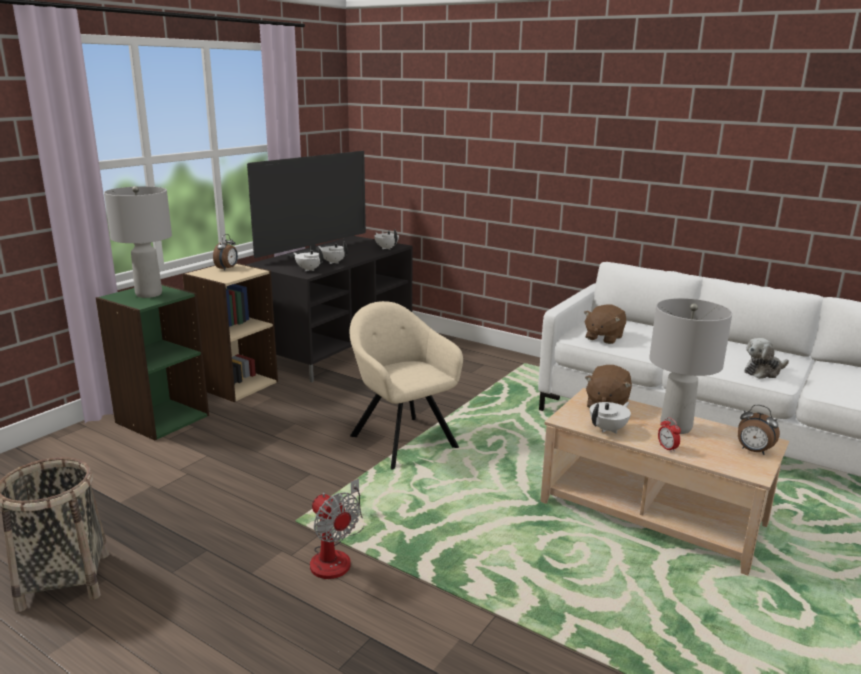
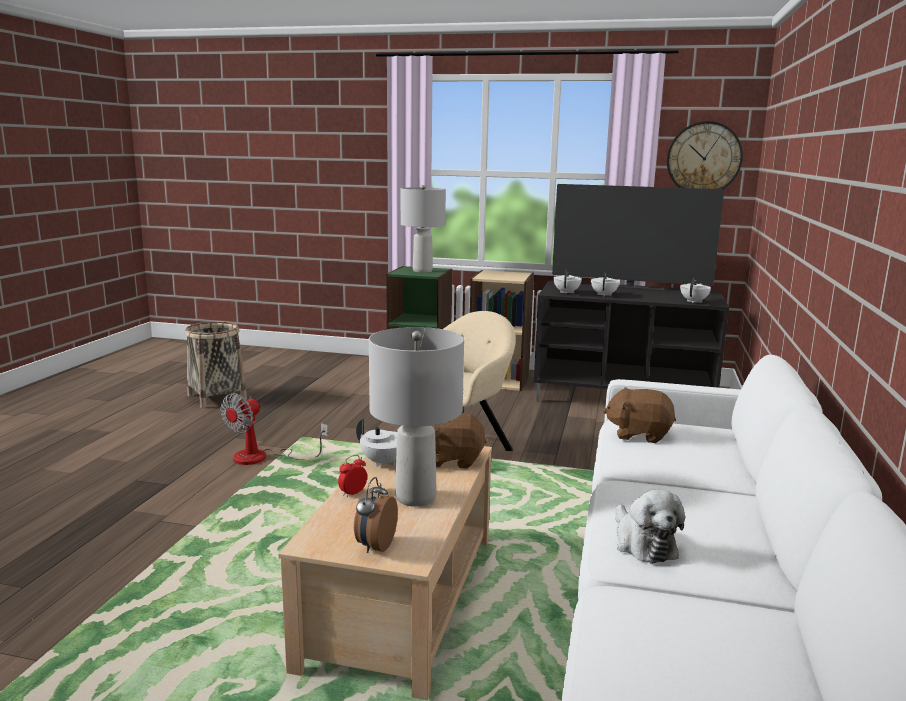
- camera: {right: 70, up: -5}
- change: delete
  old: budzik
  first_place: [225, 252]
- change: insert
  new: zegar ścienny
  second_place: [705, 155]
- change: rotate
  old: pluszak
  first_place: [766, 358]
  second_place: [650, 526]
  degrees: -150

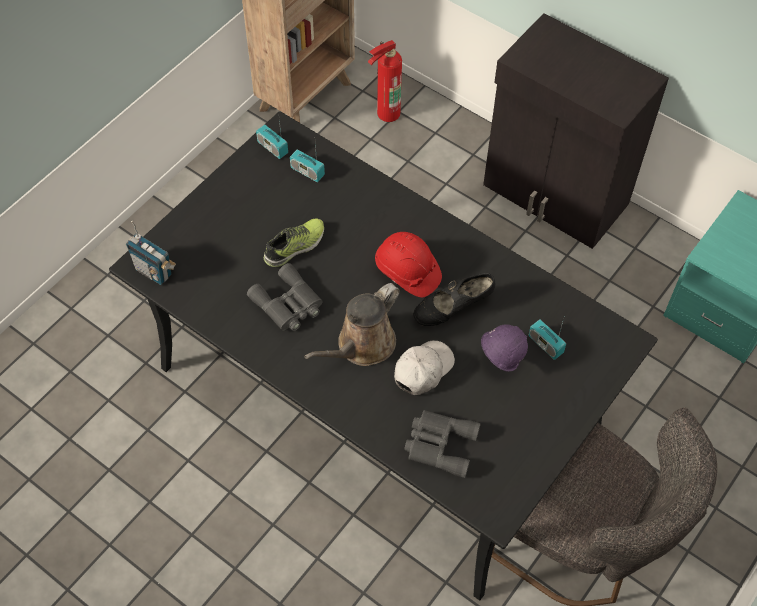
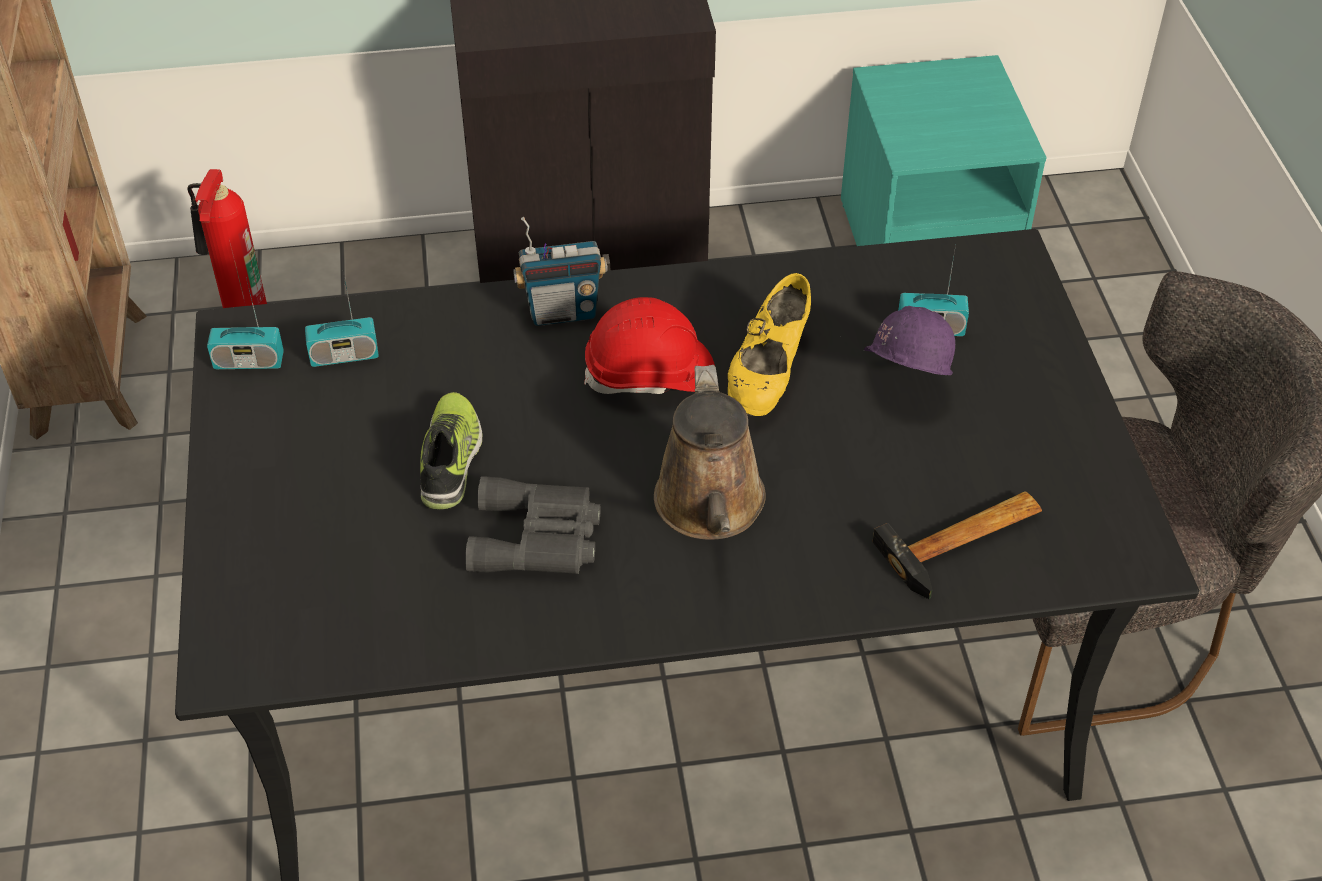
- camera: {right: -45, up: -10}
- change: delete
  old: czapka z daszkiem [biały]
  first_place: [424, 368]
- change: move
  old: radio
  first_place: [151, 253]
  second_place: [560, 271]
- change: replace
  old: lornetka [szary]
  new: młotek
  first_place: [442, 444]
  second_place: [957, 545]
- change: recolor
  old: but [czarny]
  new: but [żółty]
  first_place: [454, 299]
  second_place: [769, 344]

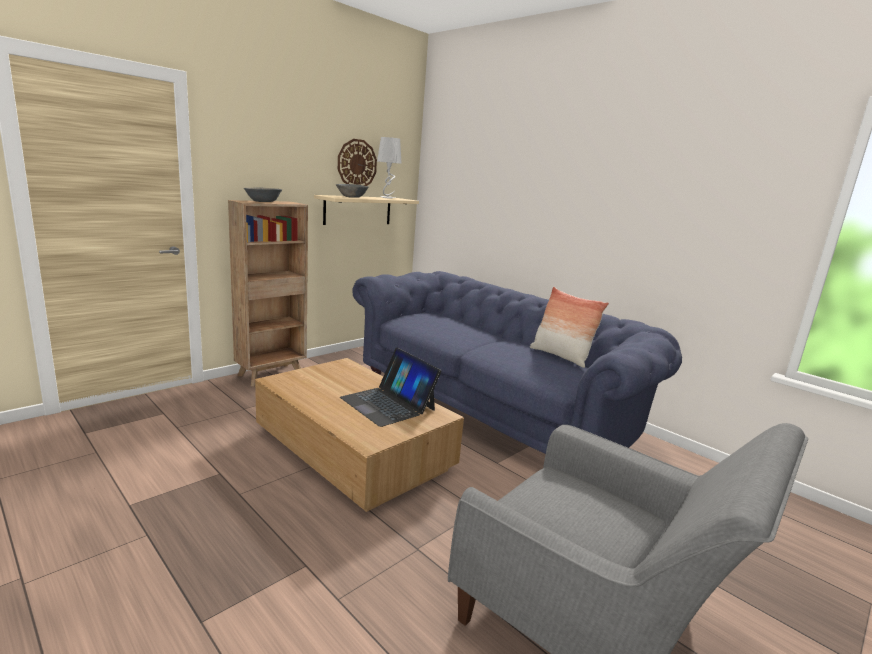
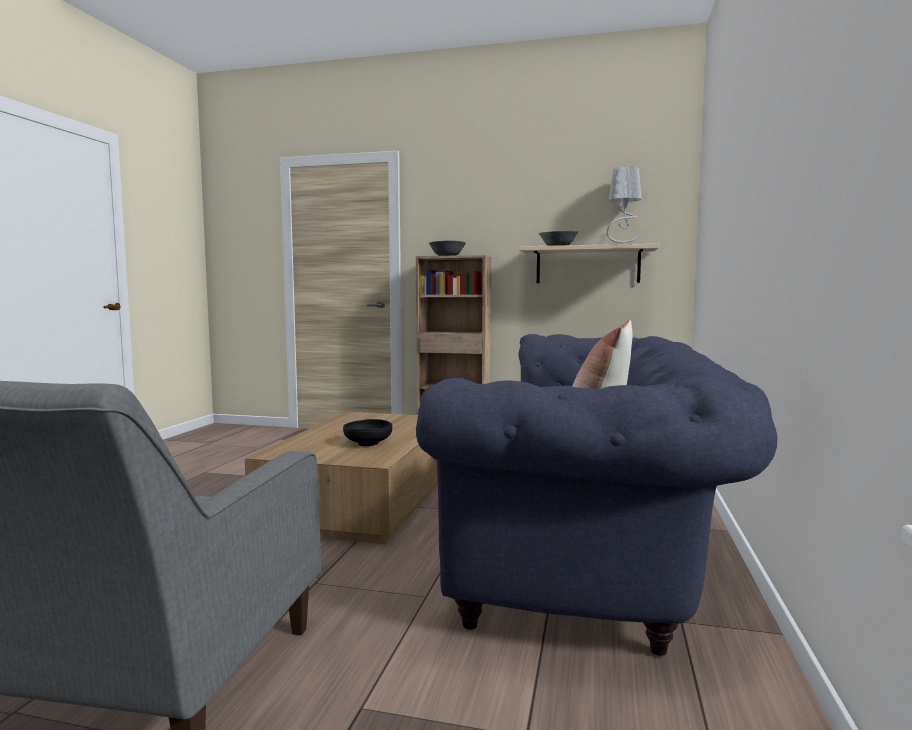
- camera: {right: 60, up: -10}
- change: delete
  old: zegar ścienny
  first_place: [357, 162]
- change: replace
  old: laptop
  new: miska [czarny]
  first_place: [391, 387]
  second_place: [367, 432]

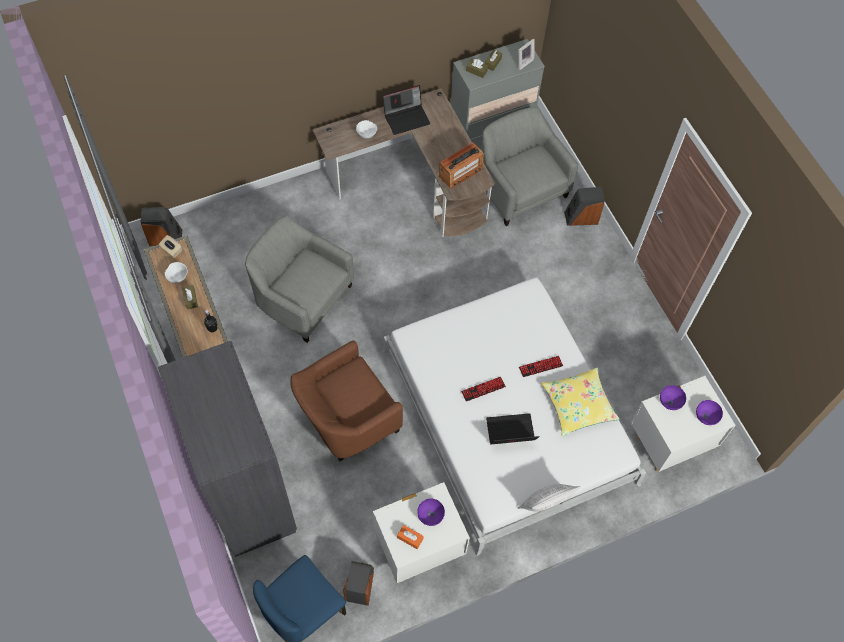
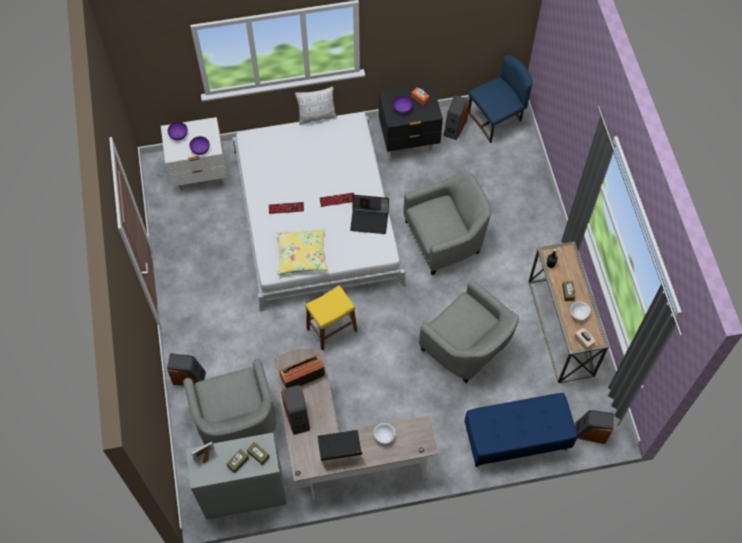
- camera: {right: -165, up: 0}
- change: delete
  old: szafa [szary]
  first_place: [227, 449]
- change: insert
  new: głośnik
  second_place: [295, 410]
- change: insert
  new: stołek [żółty]
  second_place: [331, 318]
- change: insert
  new: ławka [niebieski]
  second_place: [521, 430]
- change: move
  old: laptop
  first_place: [513, 428]
  second_place: [369, 214]
- change: move
  old: poduszka [żółty]
  first_place: [580, 402]
  second_place: [301, 252]
- change: recolor
  old: fotel [brązowy]
  new: fotel [szary]
  first_place: [346, 400]
  second_place: [447, 222]
- change: recolor
  old: szafka nocna [biały]
  new: szafka nocna [czarny]
  first_place: [421, 532]
  second_place: [411, 120]

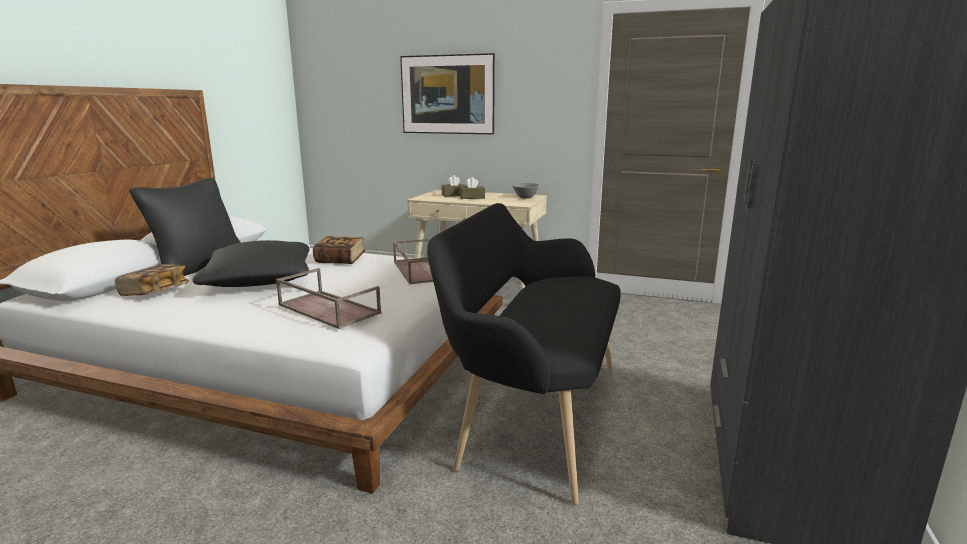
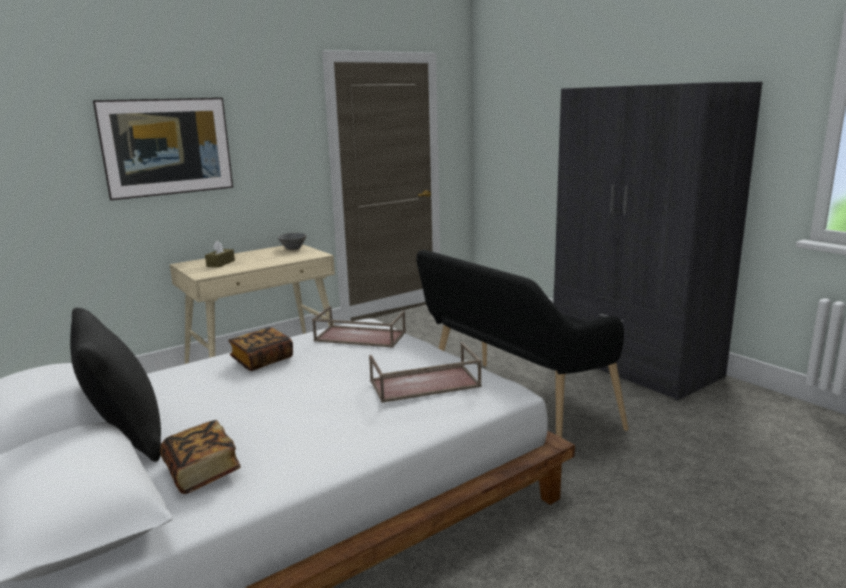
- camera: {right: -55, up: 0}
- change: delete
  old: poduszka [czarny]
  first_place: [251, 263]
- change: delete
  old: pudełko chusteczek [brązowy]
  first_place: [472, 188]

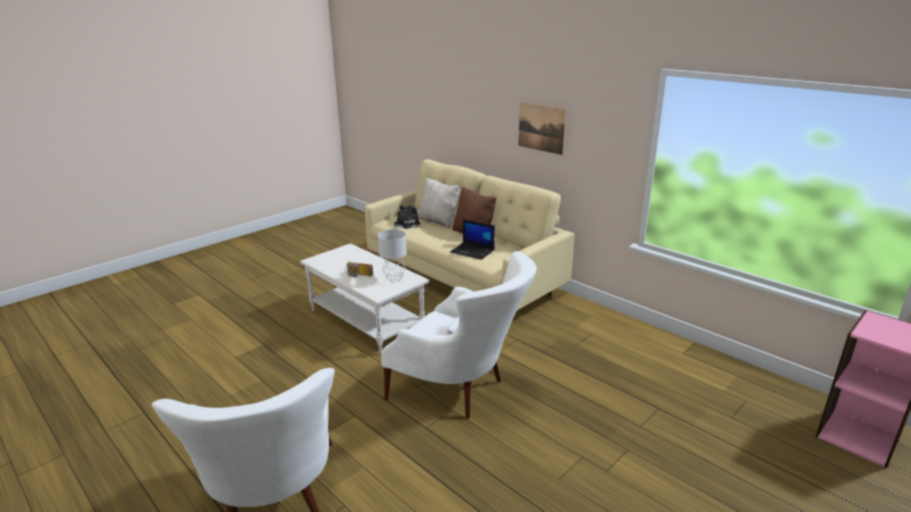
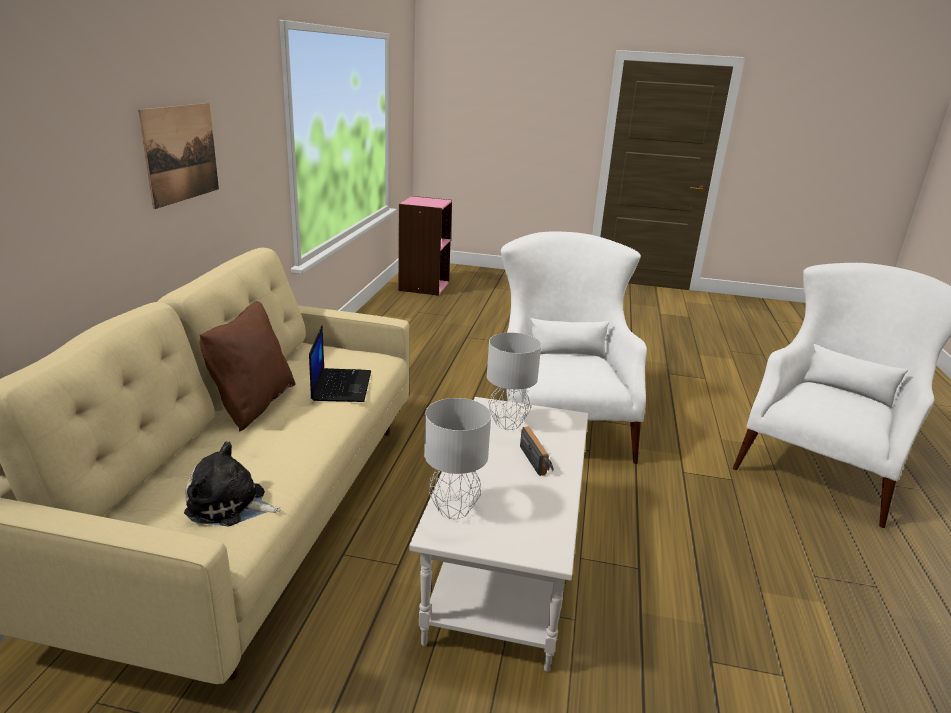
- camera: {right: -125, up: 0}
- change: delete
  old: poduszka [beżowy]
  first_place: [439, 203]
- change: insert
  new: lampa stołowa [szary]
  second_place: [457, 458]

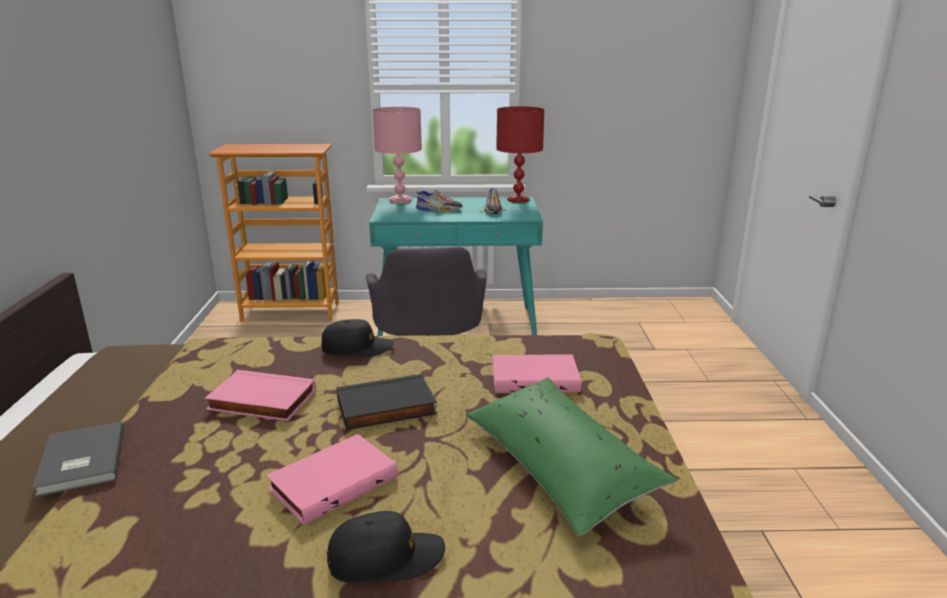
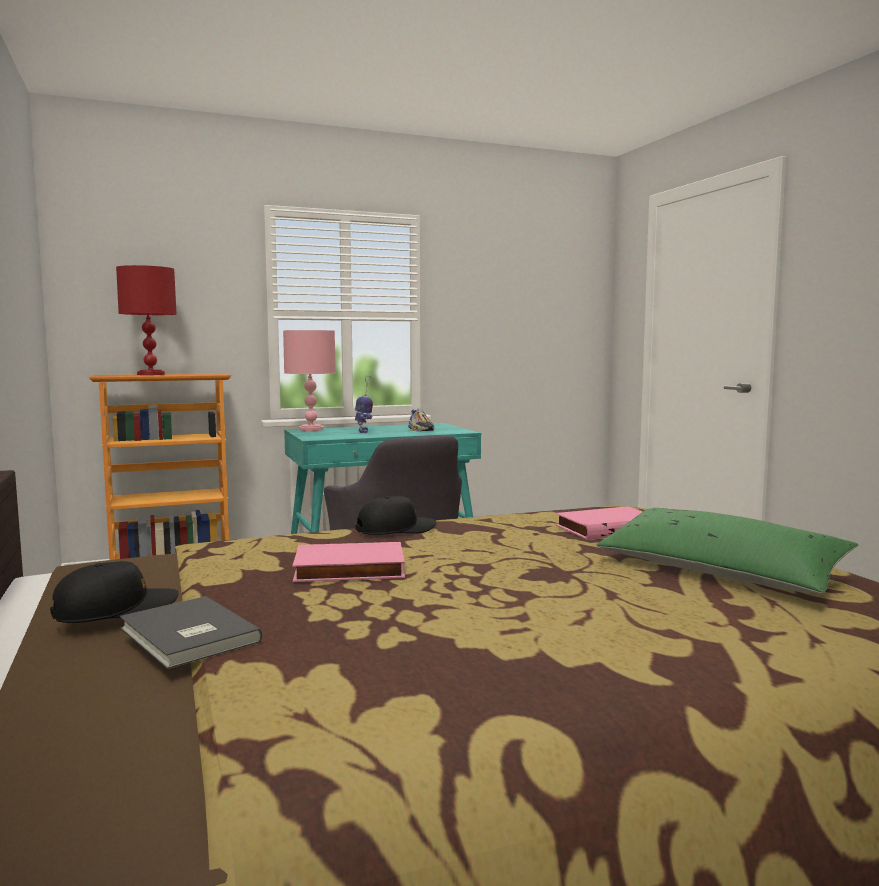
- camera: {right: -20, up: -15}
- change: delete
  old: książka [różowy]
  first_place: [332, 479]
- change: delete
  old: książka [czarny]
  first_place: [387, 402]
- change: move
  old: czapka z daszkiem [czarny]
  first_place: [386, 547]
  second_place: [114, 592]
- change: move
  old: lampa stołowa [czerwony]
  first_place: [520, 154]
  second_place: [146, 320]
- change: replace
  old: but
  new: robot zabawkowy
  first_place: [439, 201]
  second_place: [364, 404]

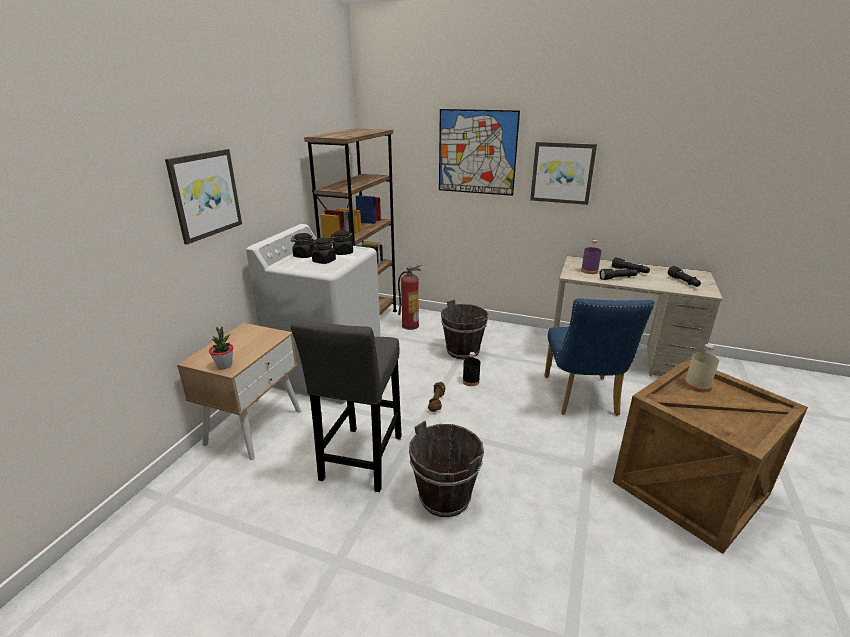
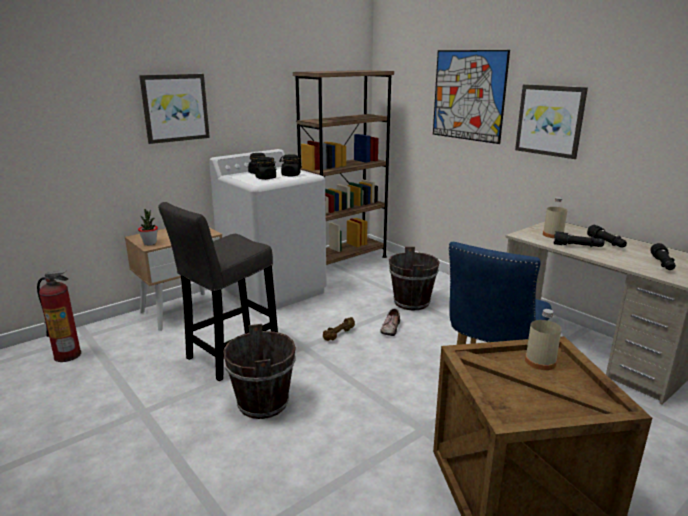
- camera: {right: 30, up: -5}
- change: move
  old: gaśnica
  first_place: [410, 297]
  second_place: [59, 316]
- change: replace
  old: butelka [czarny]
  new: but
  first_place: [471, 369]
  second_place: [390, 322]
- change: recolor
  old: butelka [fioletowy]
  new: butelka [beżowy]
  first_place: [591, 257]
  second_place: [555, 217]

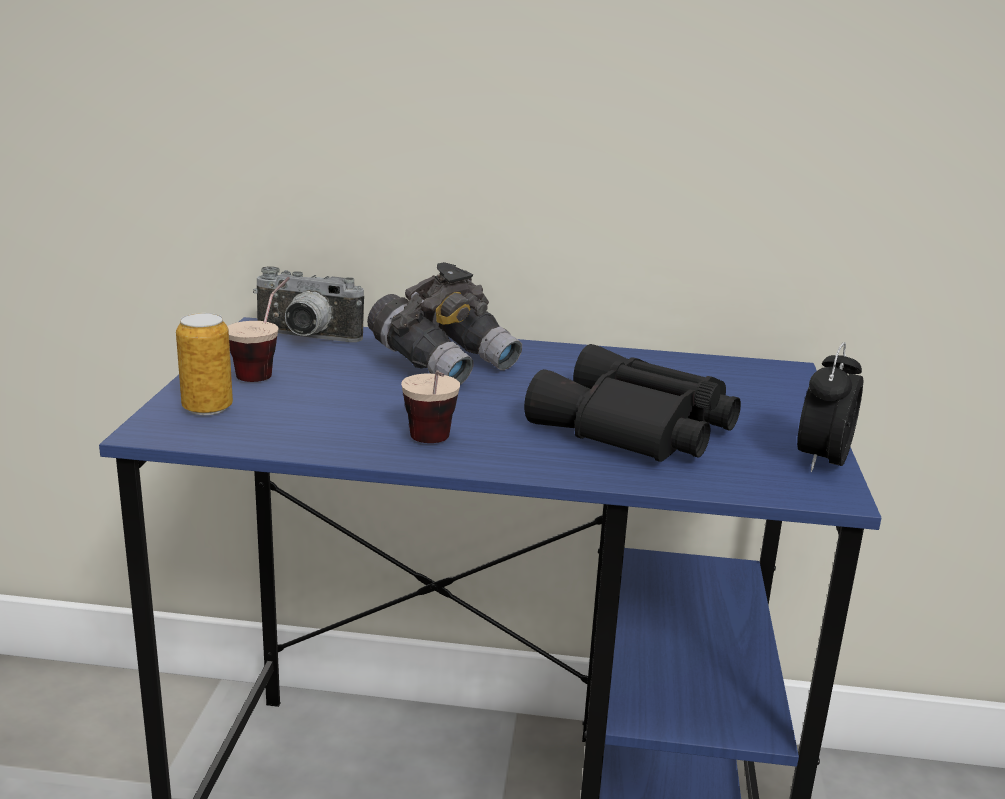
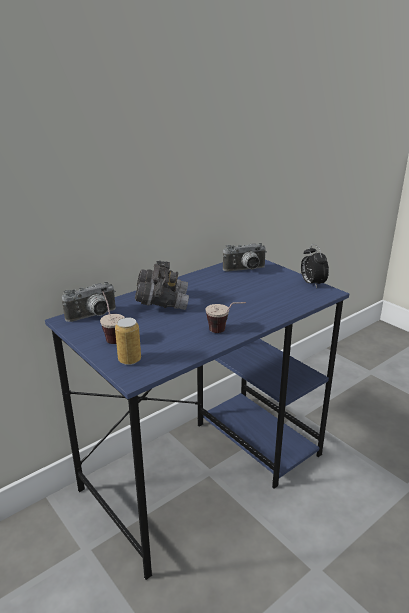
- camera: {right: -45, up: 5}
- change: delete
  old: lornetka [czarny]
  first_place: [632, 403]
- change: insert
  new: aparat fotograficzny
  second_place: [245, 257]

